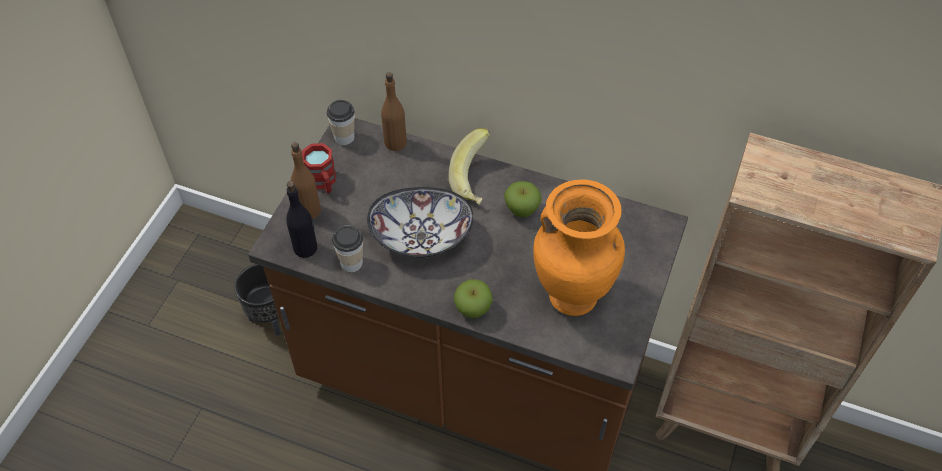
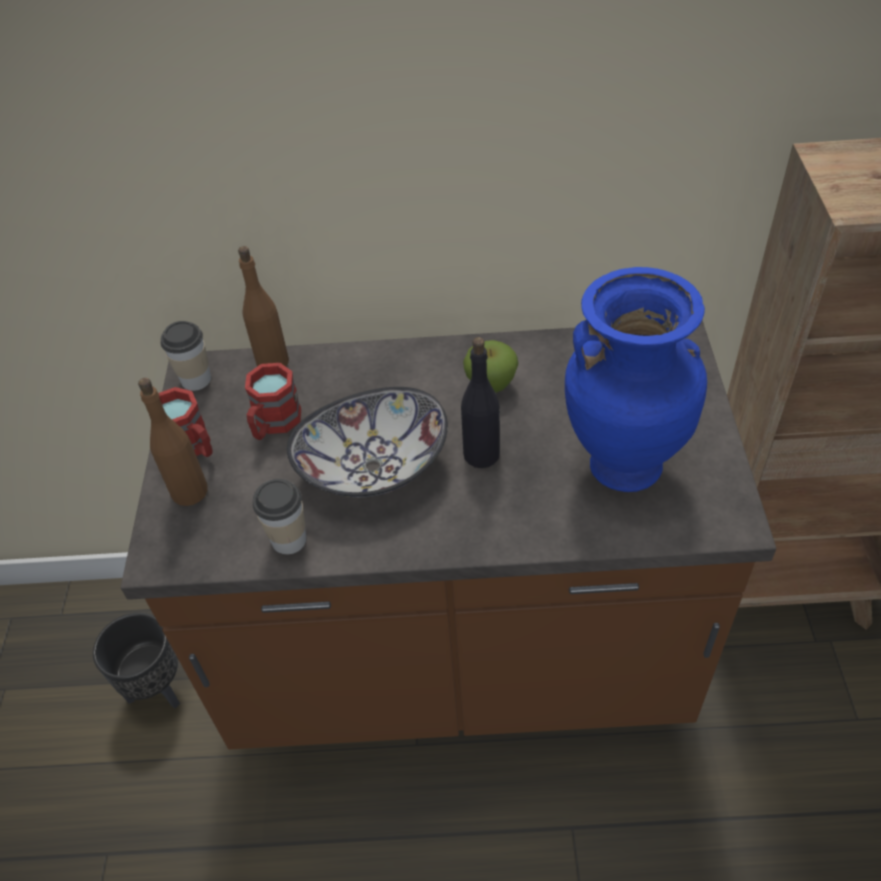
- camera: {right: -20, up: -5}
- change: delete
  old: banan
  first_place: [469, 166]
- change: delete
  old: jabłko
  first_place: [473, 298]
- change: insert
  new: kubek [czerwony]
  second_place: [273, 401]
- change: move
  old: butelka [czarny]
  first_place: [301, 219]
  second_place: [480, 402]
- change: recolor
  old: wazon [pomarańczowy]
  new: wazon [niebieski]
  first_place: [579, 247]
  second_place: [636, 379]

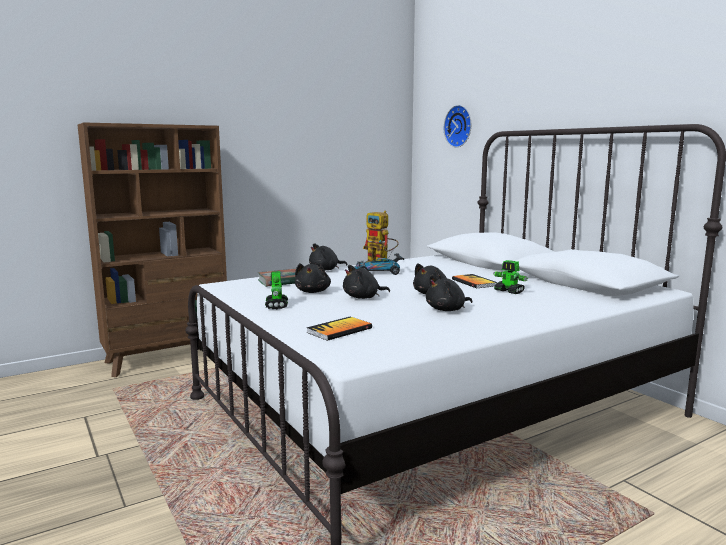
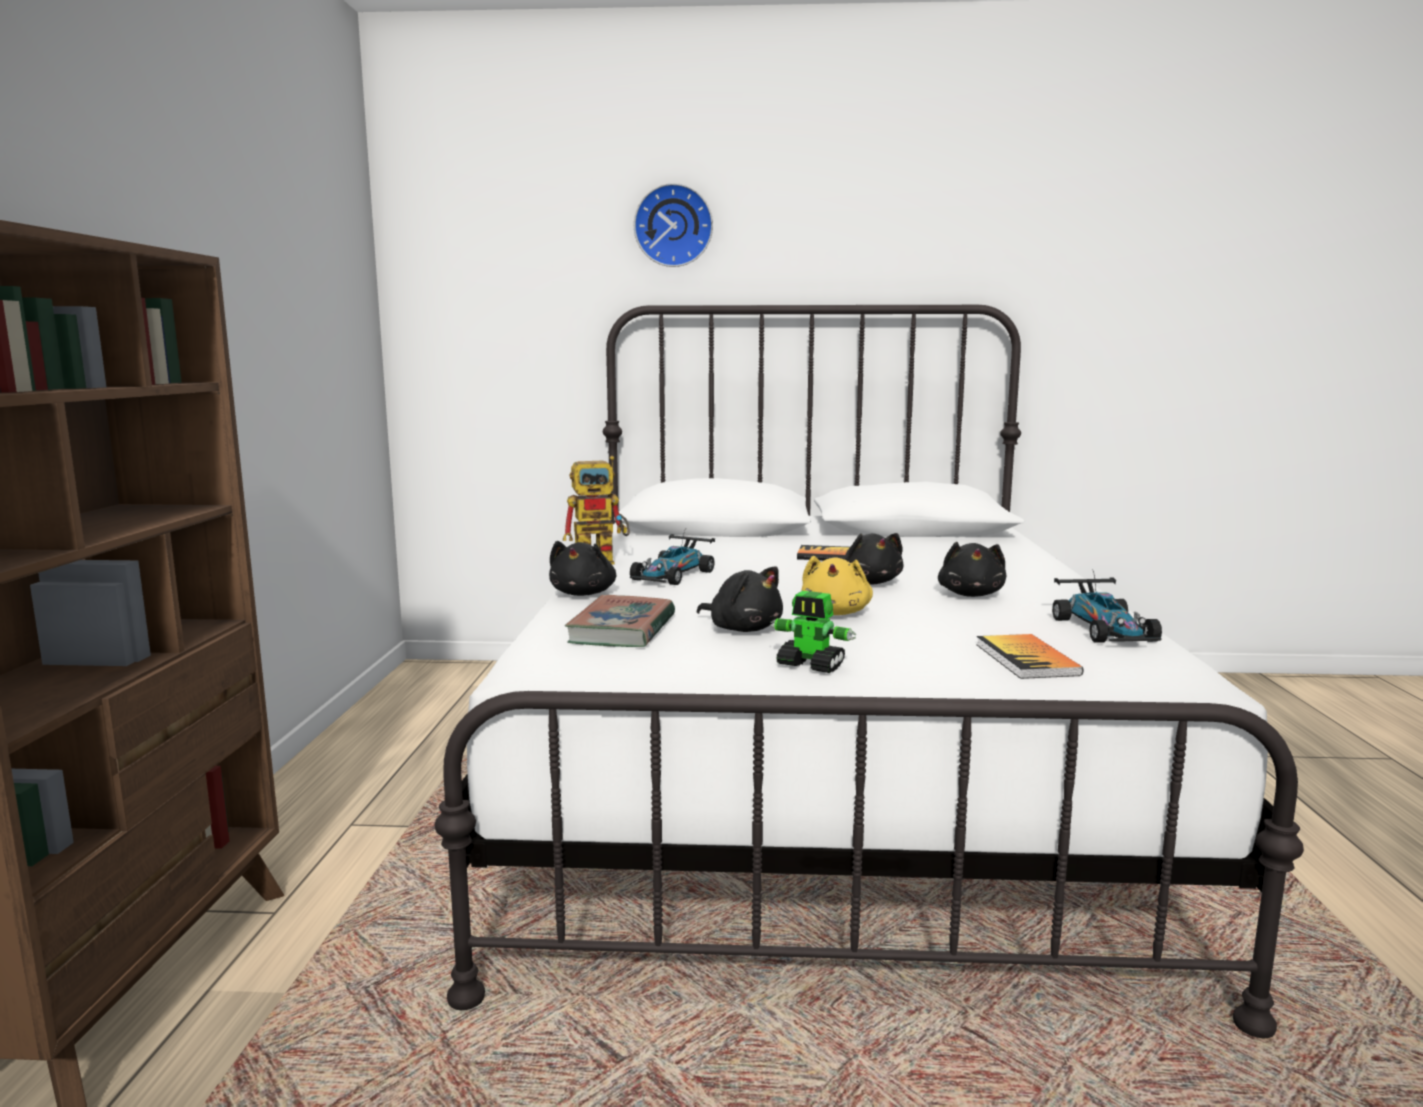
- camera: {right: -55, up: 0}
- change: delete
  old: robot zabawkowy
  first_place: [510, 277]
- change: insert
  new: samochodzik
  second_place: [1107, 606]
- change: move
  old: zegar ścienny
  first_place: [457, 126]
  second_place: [673, 225]
- change: recolor
  old: pluszak [czarny]
  new: pluszak [żółty]
  first_place: [366, 282]
  second_place: [837, 585]

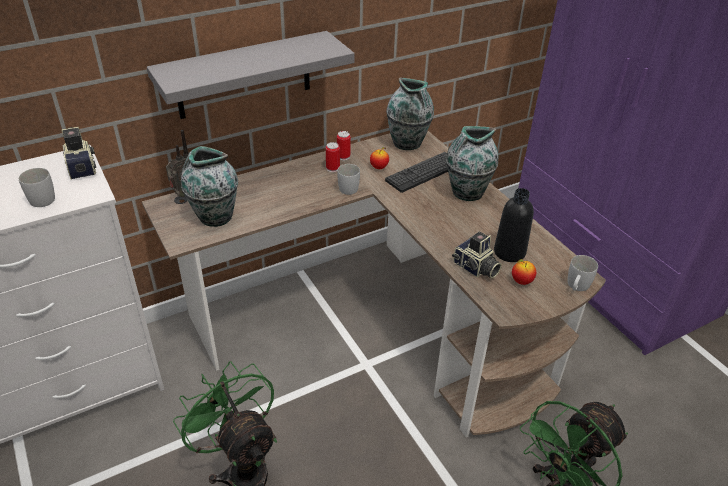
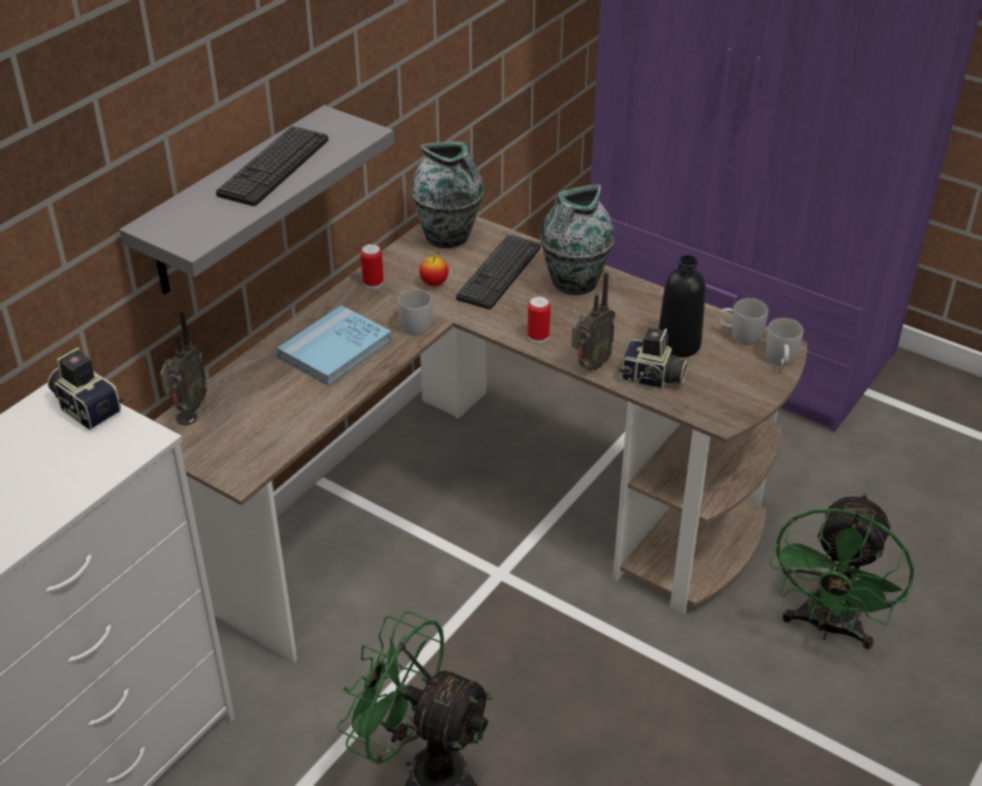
- camera: {right: -25, up: 0}
- change: delete
  old: wazon
  first_place: [209, 186]
- change: delete
  old: jabłko
  first_place: [524, 272]
- change: insert
  new: klawiatura
  second_place: [272, 166]
- change: insert
  new: książka [niebieski]
  second_place: [334, 345]
- change: insert
  new: radio
  second_place: [593, 321]
- change: move
  old: kubek [biały]
  first_place: [37, 187]
  second_place: [743, 321]
- change: move
  old: puszka
  first_place: [333, 157]
  second_place: [539, 319]

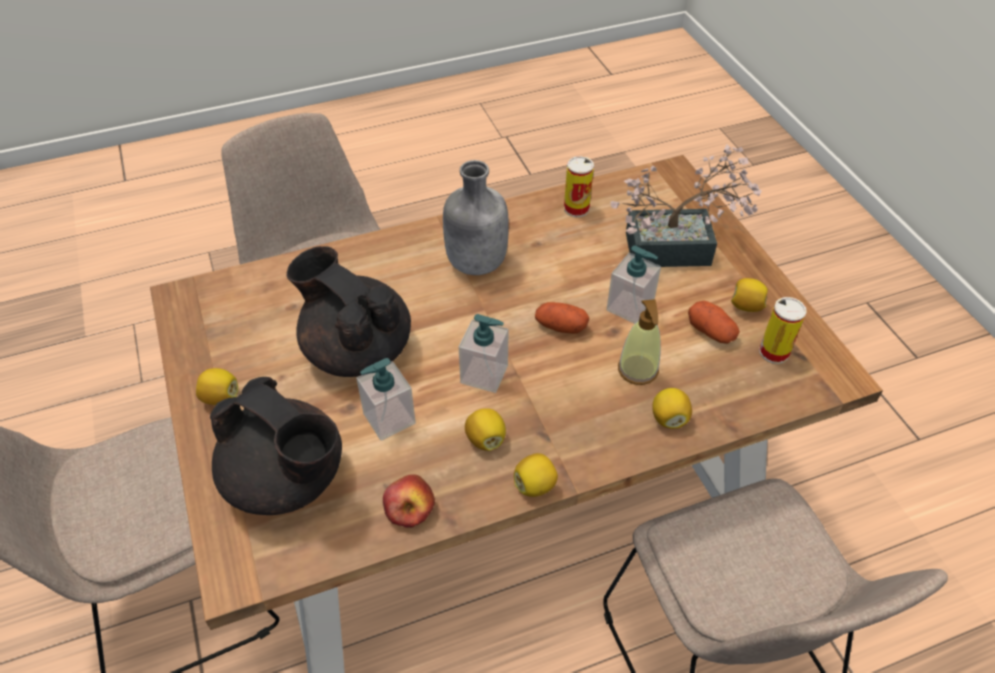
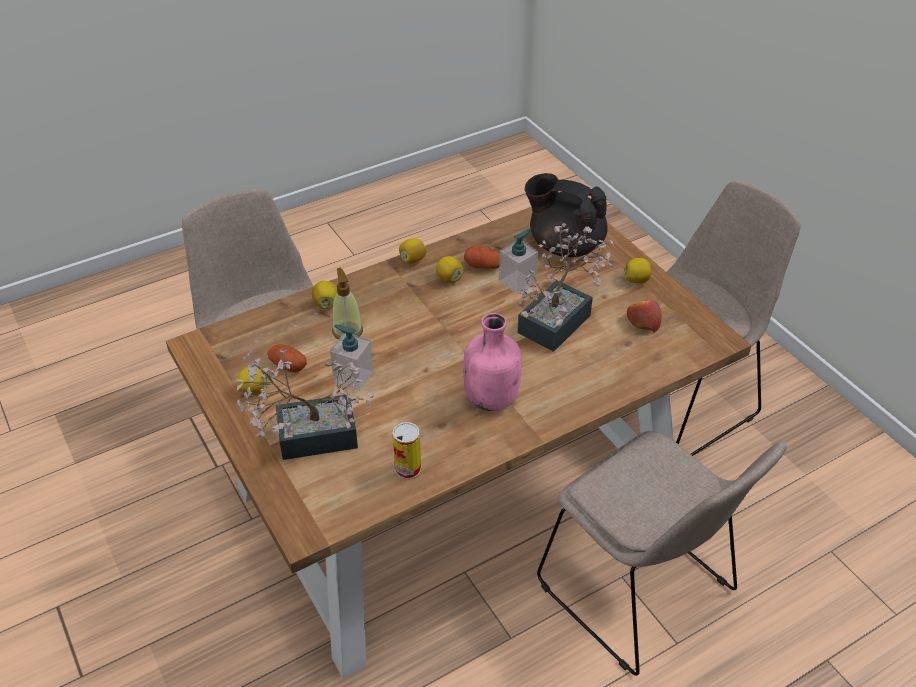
- camera: {right: 170, up: -5}
- change: delete
  old: dozownik mydła
  first_place: [484, 353]
- change: delete
  old: puszka
  first_place: [783, 330]
- change: move
  old: jabłko
  first_place: [409, 501]
  second_place: [644, 316]
- change: move
  old: ziemniak
  first_place: [562, 318]
  second_place: [482, 257]
- change: replace
  old: imbryk [czarny]
  new: roślina doniczkowa
  first_place: [349, 311]
  second_place: [566, 287]
- change: recolor
  old: butelka [szary]
  new: butelka [różowy]
  first_place: [476, 217]
  second_place: [492, 362]

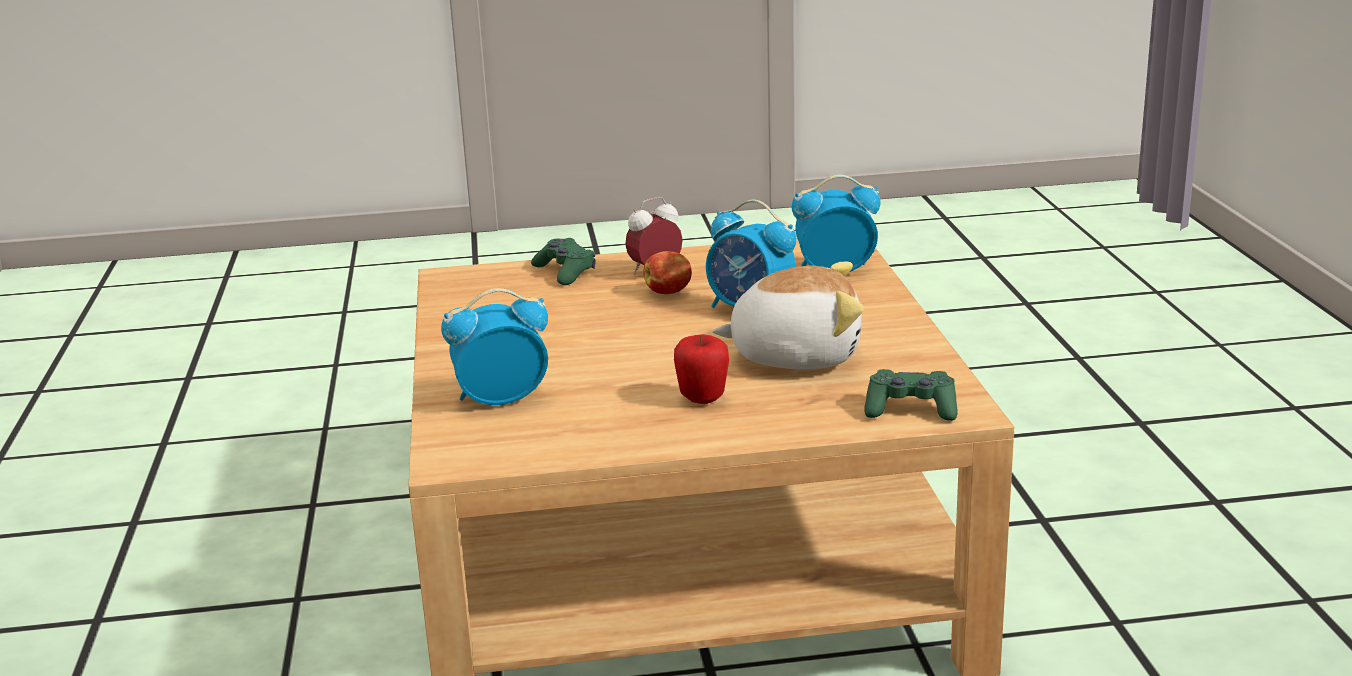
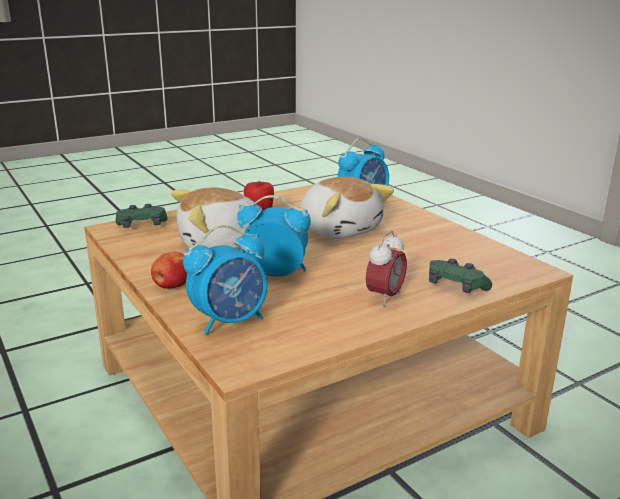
- camera: {right: 155, up: 0}
- change: insert
  new: pluszak
  second_place: [346, 207]
- change: move
  old: jabłko
  first_place: [667, 272]
  second_place: [169, 270]

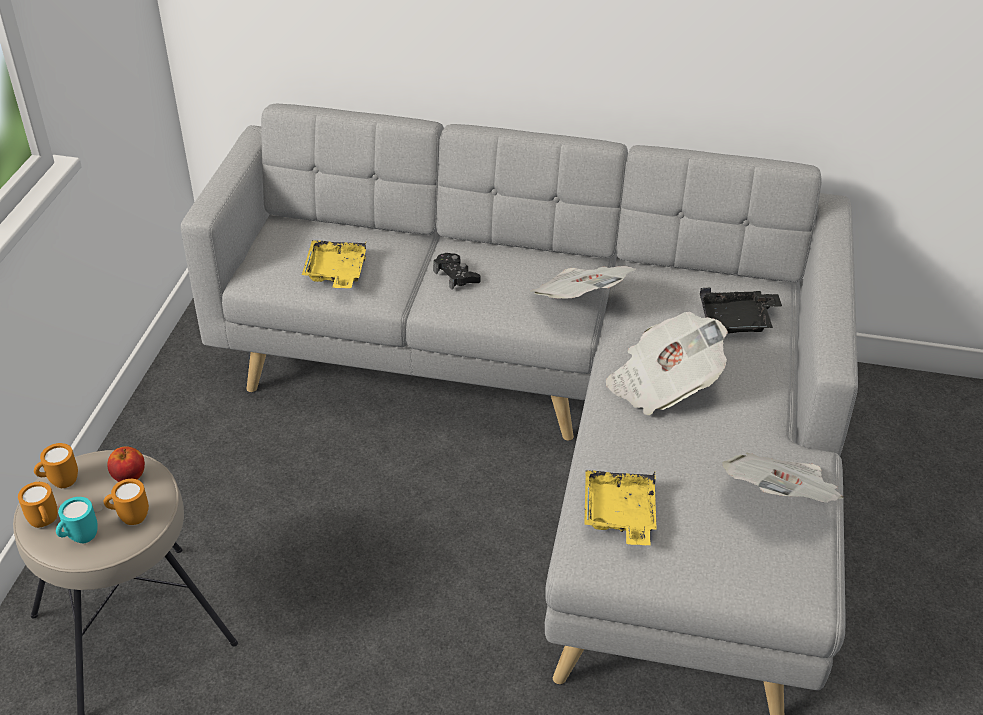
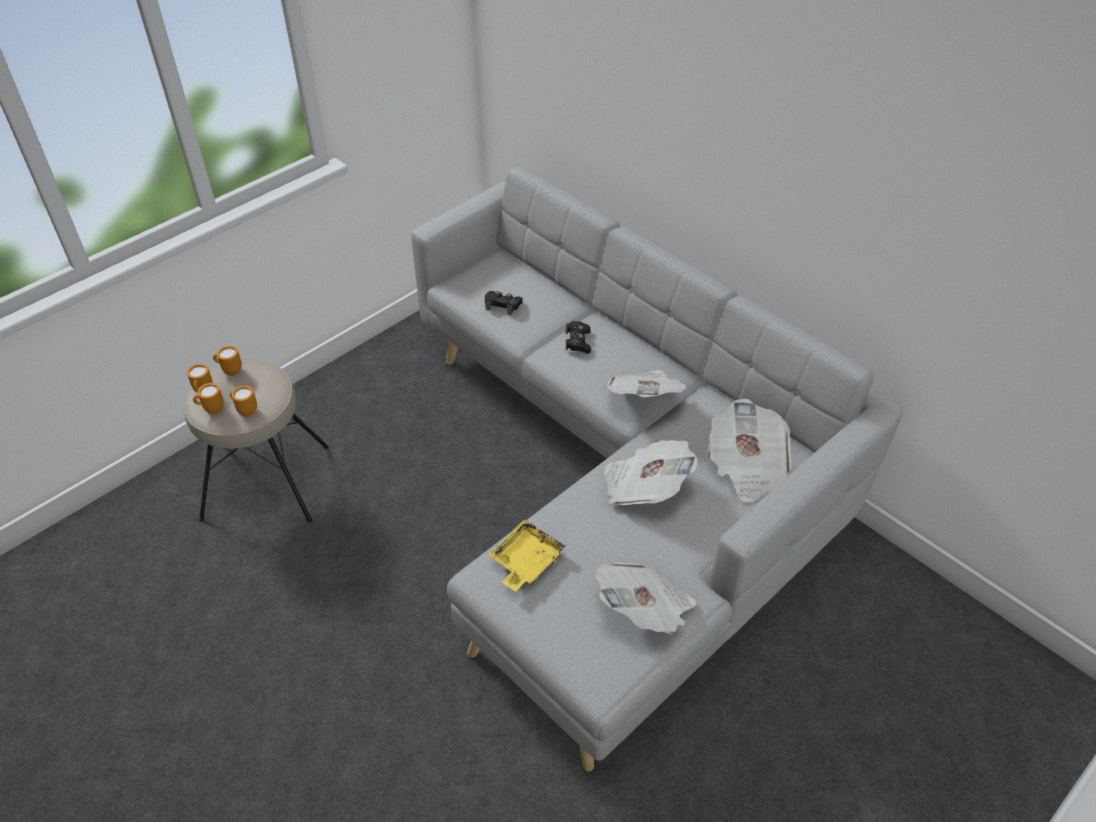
- camera: {right: 35, up: 5}
- change: delete
  old: jabłko
  first_place: [126, 464]
- change: replace
  old: taca [żółty]
  new: pad do gier [czarny]
  first_place: [334, 264]
  second_place: [504, 303]
- change: replace
  old: taca [czarny]
  new: gazeta
  first_place: [741, 311]
  second_place: [749, 451]
- change: recolor
  old: kubek [turkusowy]
  new: kubek [pomarańczowy]
  first_place: [77, 520]
  second_place: [208, 398]

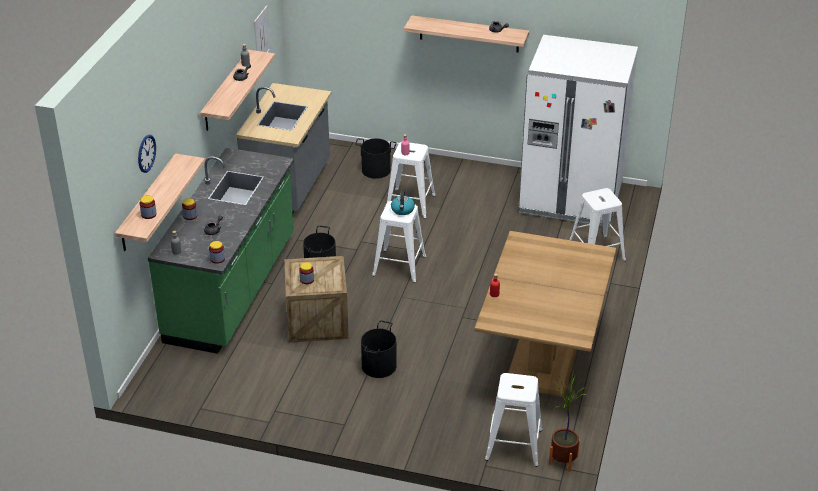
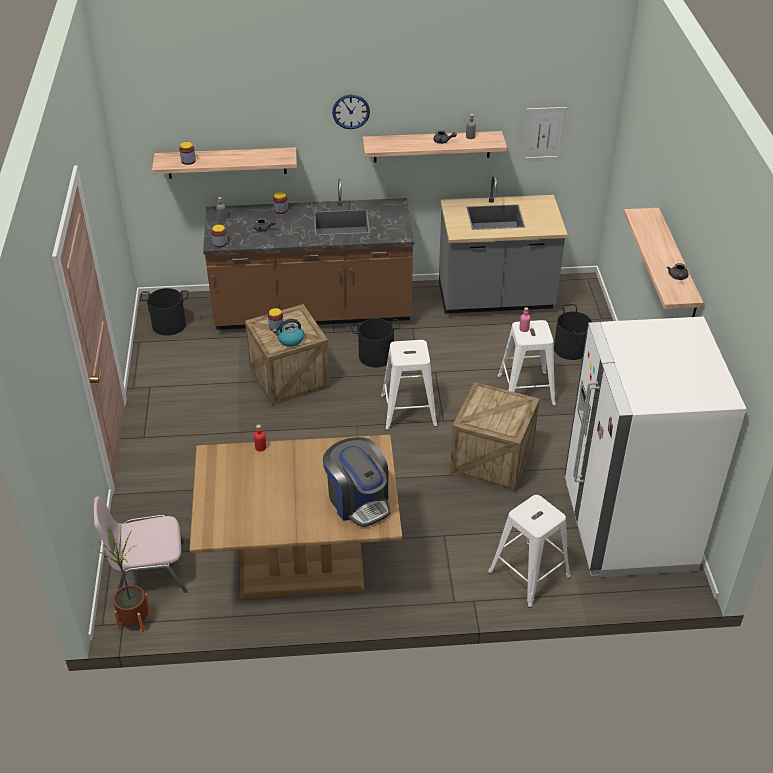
- camera: {right: 70, up: 5}
- change: insert
  new: ekspres do kawy
  second_place: [357, 482]
- change: insert
  new: skrzynka
  second_place: [494, 437]
- change: move
  old: zegar ścienny
  first_place: [147, 154]
  second_place: [351, 112]
- change: move
  old: wiadro [czarny]
  first_place: [379, 349]
  second_place: [164, 312]
- change: move
  old: czajnik
  first_place: [403, 202]
  second_place: [288, 333]
- change: replace
  old: stołek [biały]
  new: krzesło [różowy]
  first_place: [514, 420]
  second_place: [141, 544]
- change: recolor
  old: zabudowa kuchenna [zielony]
  new: zabudowa kuchenna [brązowy]
  first_place: [221, 251]
  second_place: [308, 254]

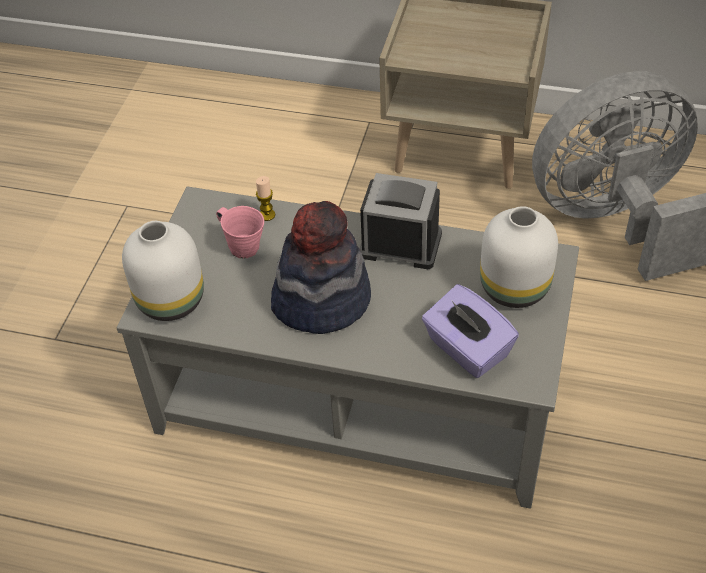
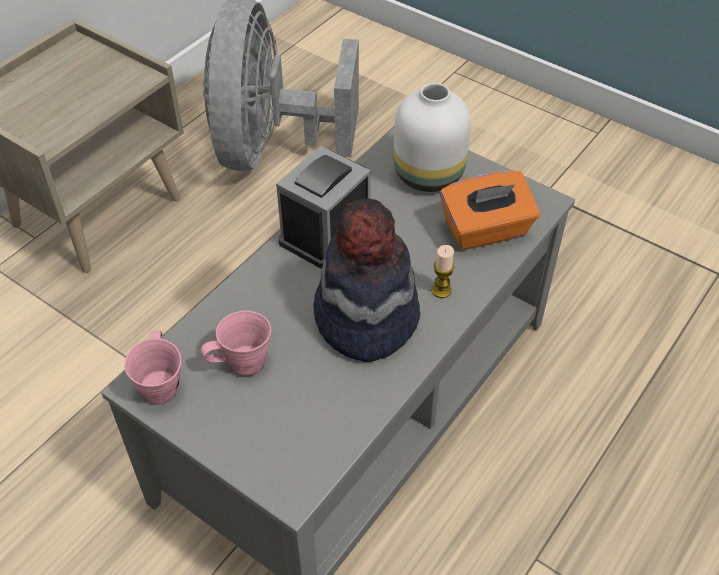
- camera: {right: -70, up: 0}
- change: delete
  old: wazon [biały]
  first_place: [163, 271]
- change: insert
  new: kubek [różowy]
  second_place: [153, 368]
- change: move
  old: świeca
  first_place: [265, 198]
  second_place: [443, 271]
- change: recolor
  old: pudełko chusteczek [fioletowy]
  new: pudełko chusteczek [pomarańczowy]
  first_place: [470, 331]
  second_place: [490, 210]

